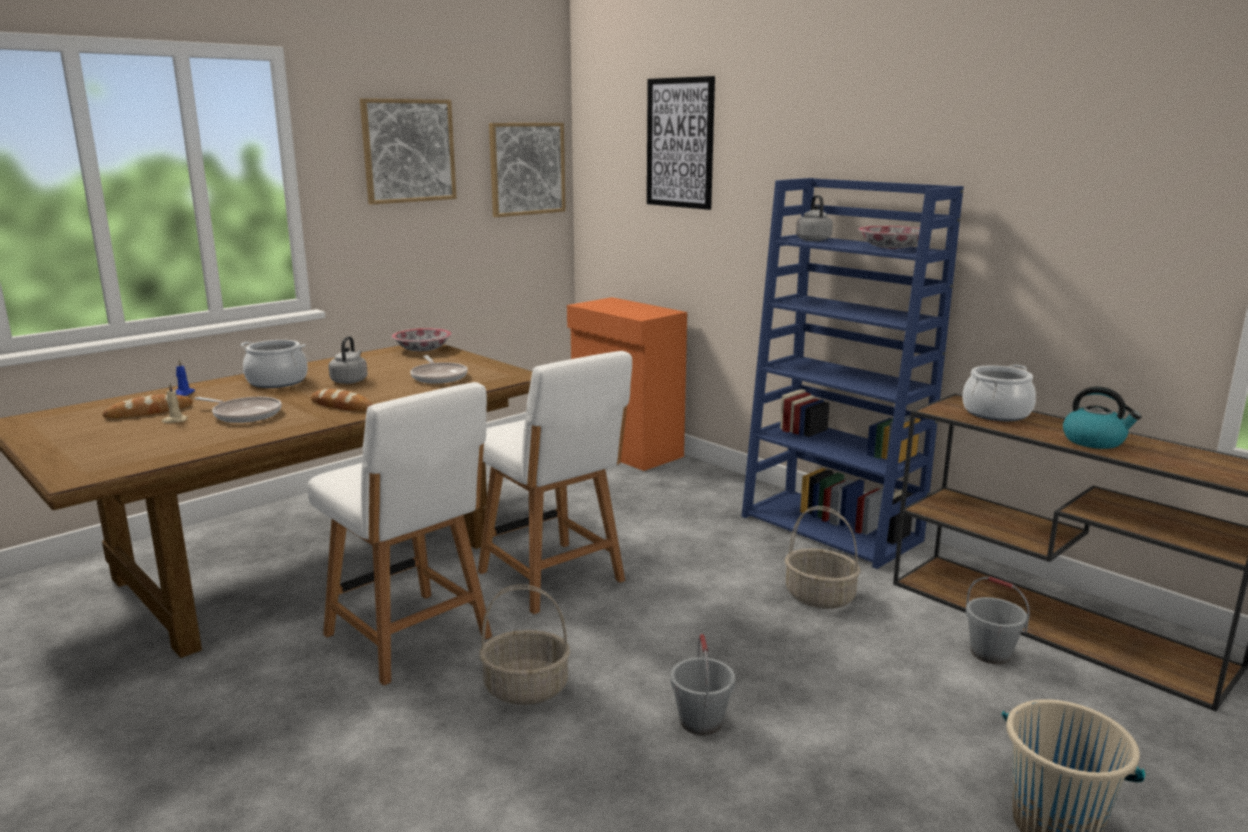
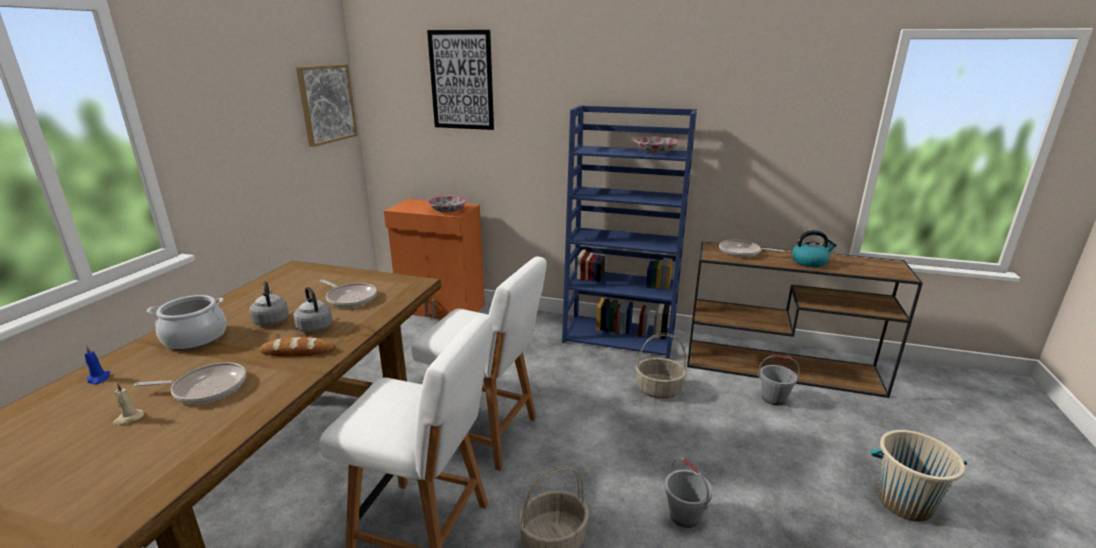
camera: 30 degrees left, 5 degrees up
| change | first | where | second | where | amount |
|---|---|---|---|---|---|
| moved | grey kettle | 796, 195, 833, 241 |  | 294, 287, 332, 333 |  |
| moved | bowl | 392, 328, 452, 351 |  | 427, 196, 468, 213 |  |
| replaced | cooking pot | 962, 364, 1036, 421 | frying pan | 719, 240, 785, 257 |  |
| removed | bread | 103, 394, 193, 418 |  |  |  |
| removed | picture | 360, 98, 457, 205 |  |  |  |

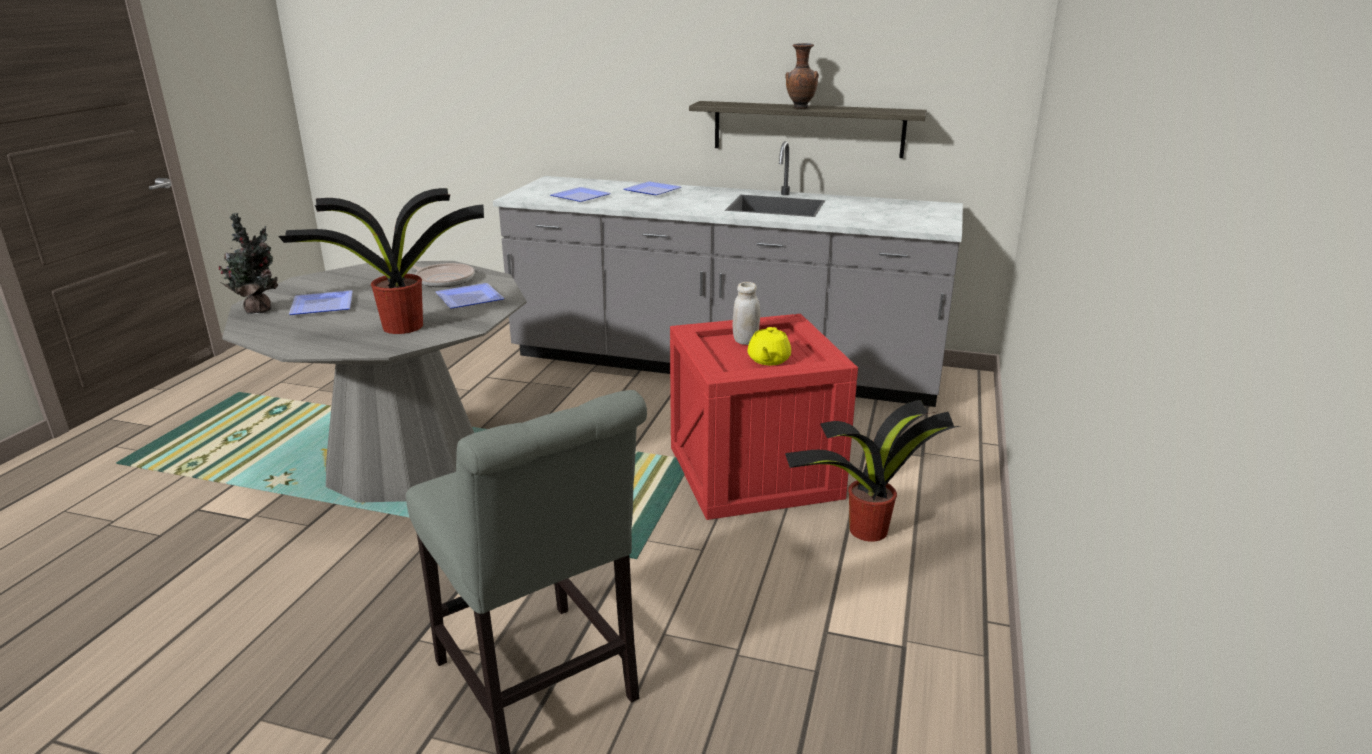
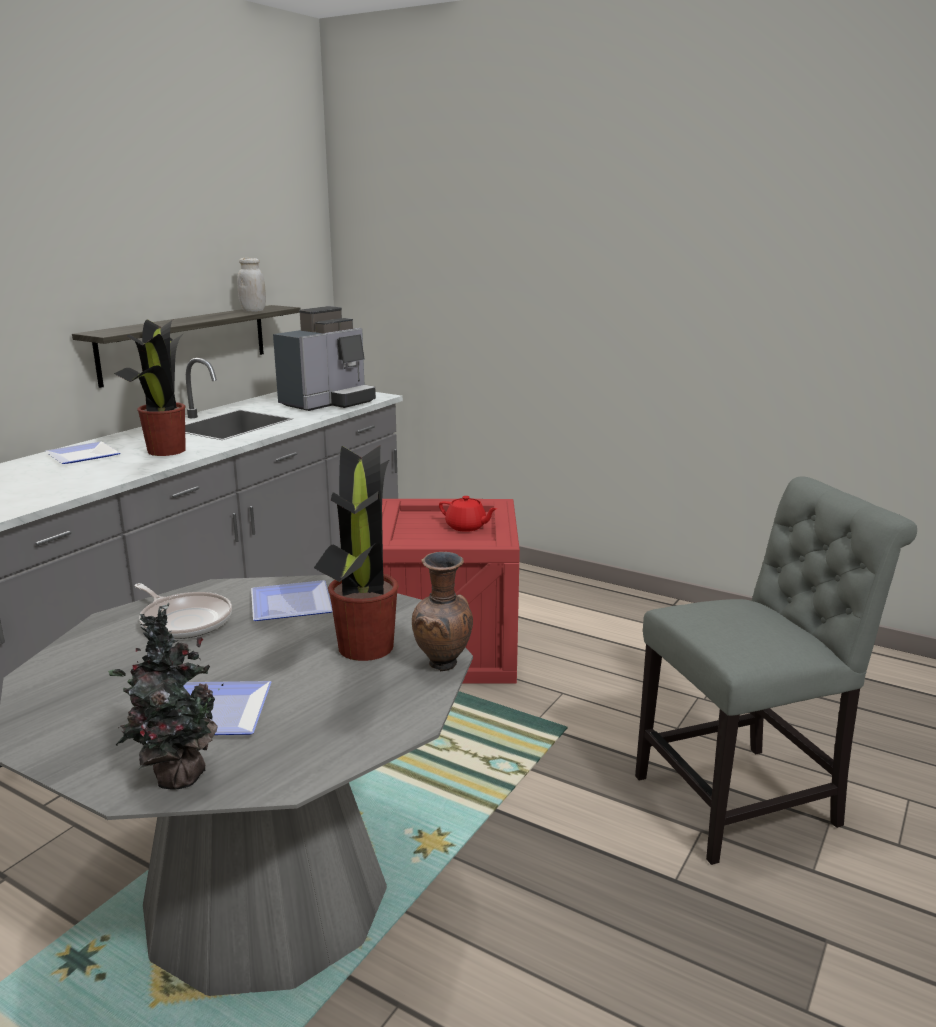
camera: 75 degrees left, 5 degrees down
| change | first | where | second | where | amount |
|---|---|---|---|---|---|
| moved | potted plant | 785, 400, 960, 542 |  | 114, 319, 186, 456 |  |
| turned | frying pan | 412, 263, 474, 287 |  | 134, 583, 232, 639 | 90 degrees clockwise |
| moved | white jar | 733, 282, 760, 345 |  | 237, 258, 266, 312 |  |
| added |  |  | coffee machine | 273, 306, 376, 411 |  |
| moved | brown vase | 785, 43, 819, 109 |  | 412, 552, 473, 671 |  |
| recoloured | yellow teapot | 748, 327, 791, 365 | red teapot | 439, 496, 497, 532 |  |
| removed | plate | 551, 187, 611, 202 |  |  |  |

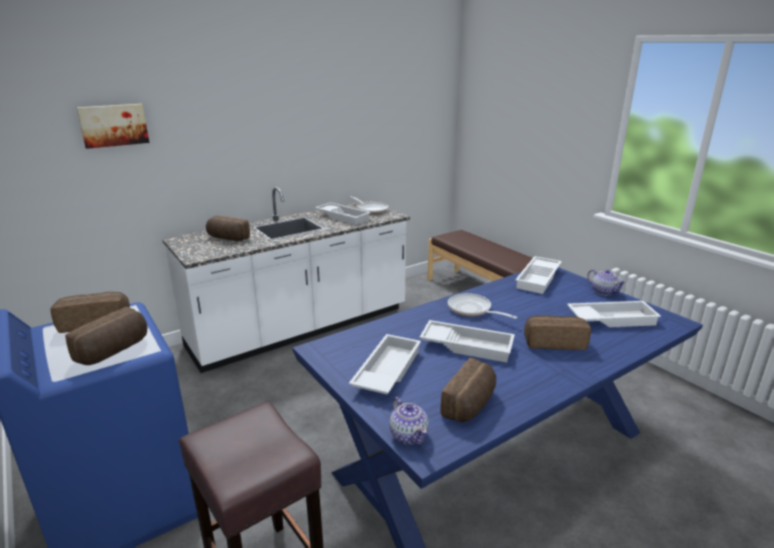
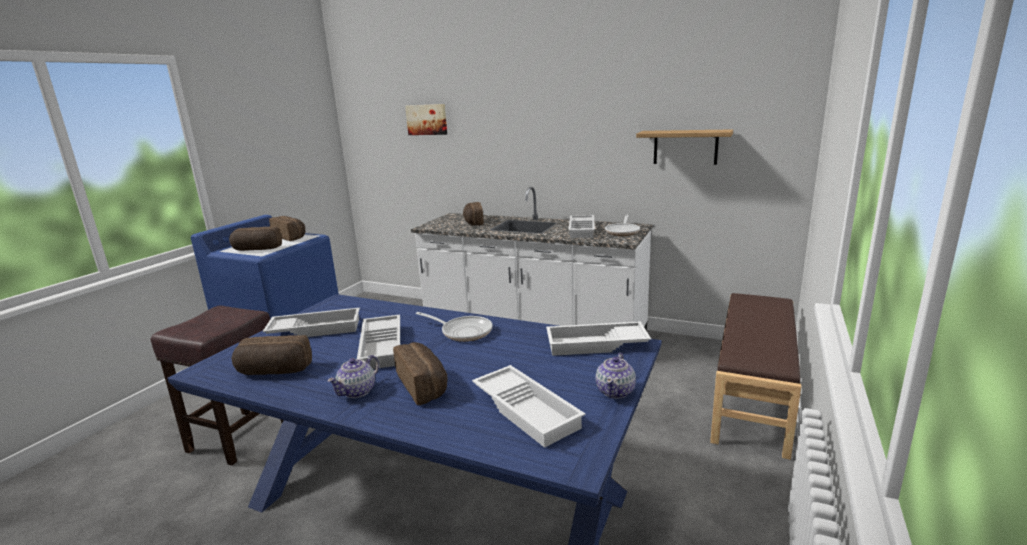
camera: 60 degrees right, 5 degrees down
| change | first | where | second | where | amount |
|---|---|---|---|---|---|
| moved | teapot | 389, 397, 429, 445 |  | 327, 355, 379, 398 |  |
| turned | frying pan | 448, 293, 518, 319 |  | 416, 312, 493, 342 | 105 degrees clockwise |
| added |  |  | shelf | 636, 129, 733, 165 |  |

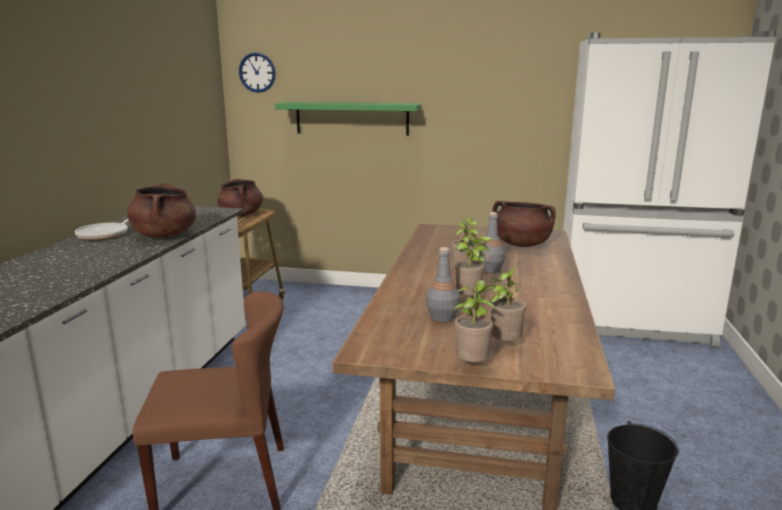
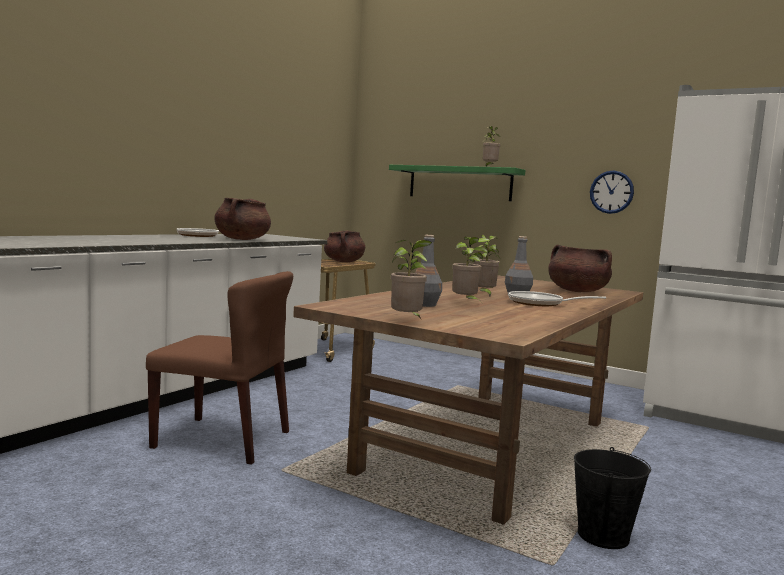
camera: 20 degrees right, 10 degrees down
| change | first | where | second | where | amount |
|---|---|---|---|---|---|
| moved | potted plant | 490, 266, 526, 341 |  | 483, 126, 500, 167 |  |
| added |  |  | frying pan | 508, 291, 606, 306 |  |
| moved | wall clock | 239, 52, 276, 93 |  | 590, 170, 634, 214 |  |

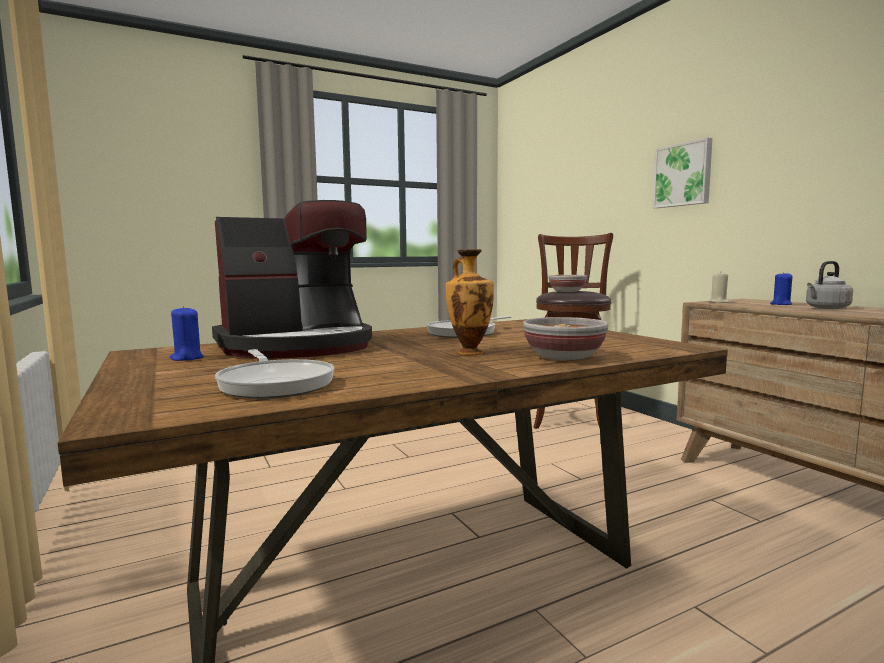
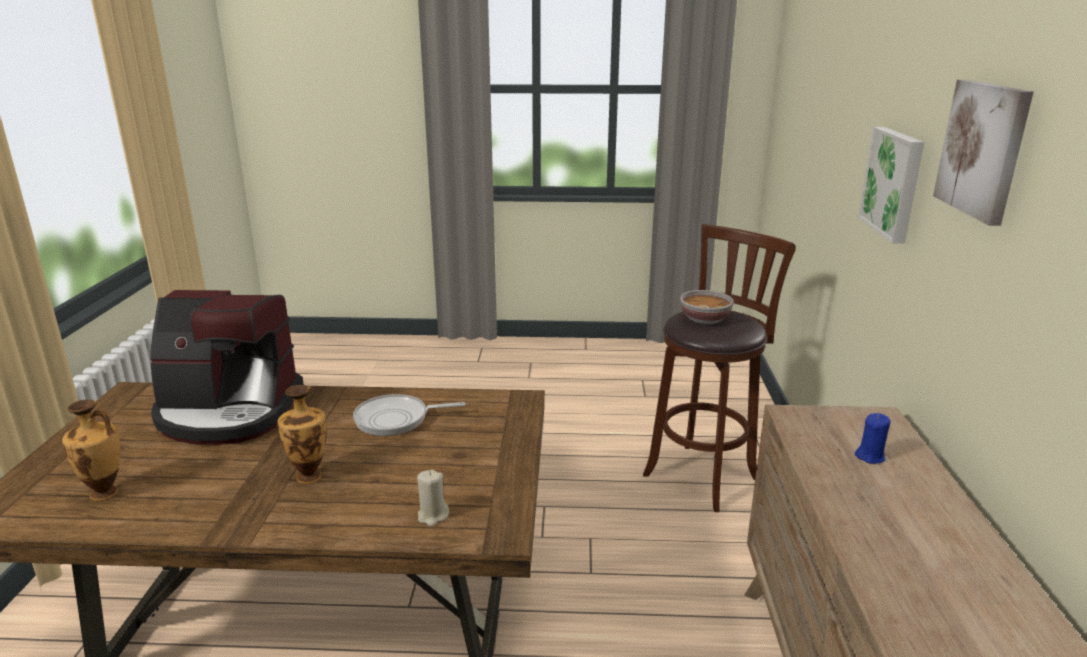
camera: 30 degrees right, 15 degrees up
| change | first | where | second | where | amount |
|---|---|---|---|---|---|
| replaced | frying pan | 215, 349, 334, 399 | vase | 62, 399, 120, 501 |  |
| moved | beige candle | 709, 272, 729, 303 |  | 417, 470, 449, 526 |  |
| added |  |  | picture | 933, 80, 1034, 226 |  |
| removed | blue candle | 170, 306, 204, 361 |  |  |  |
| removed | bowl | 523, 317, 608, 360 |  |  |  |
| removed | grey kettle | 806, 261, 853, 309 |  |  |  |

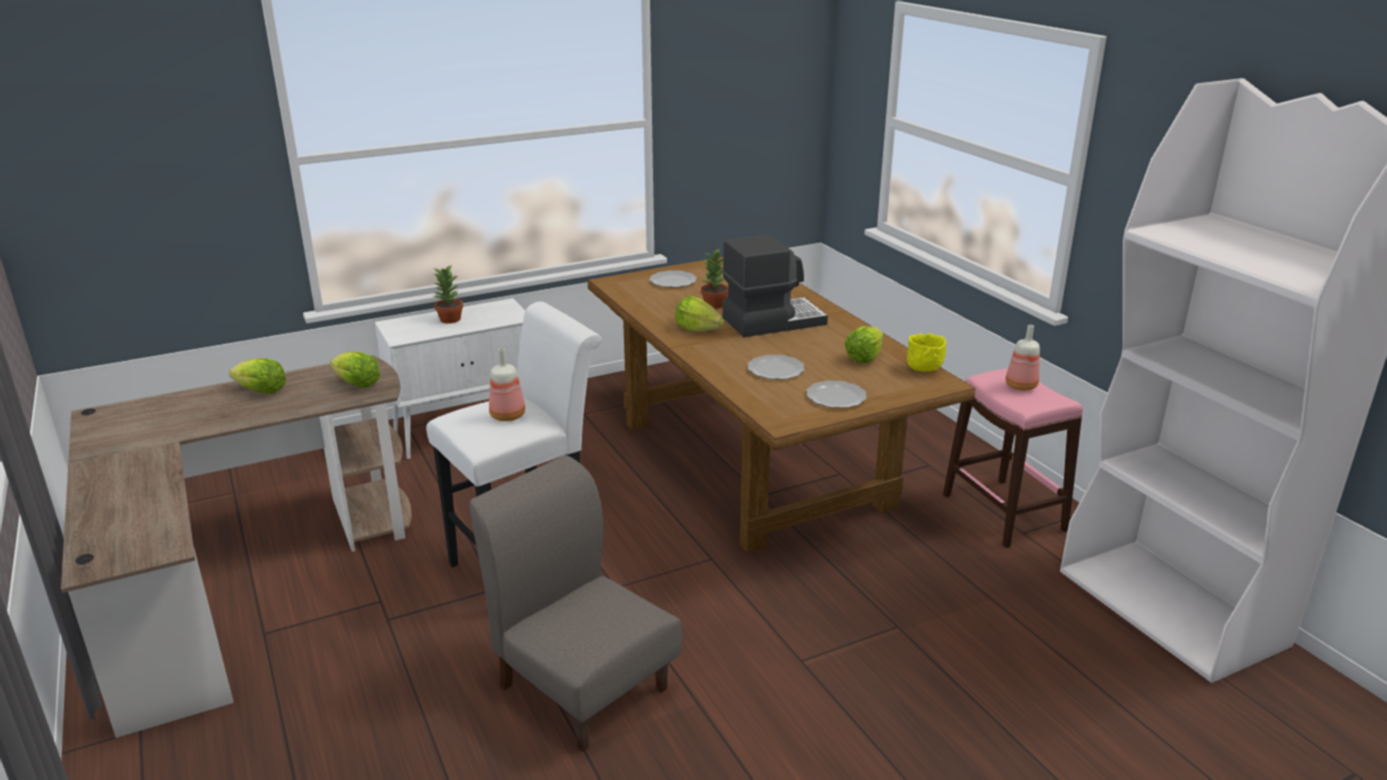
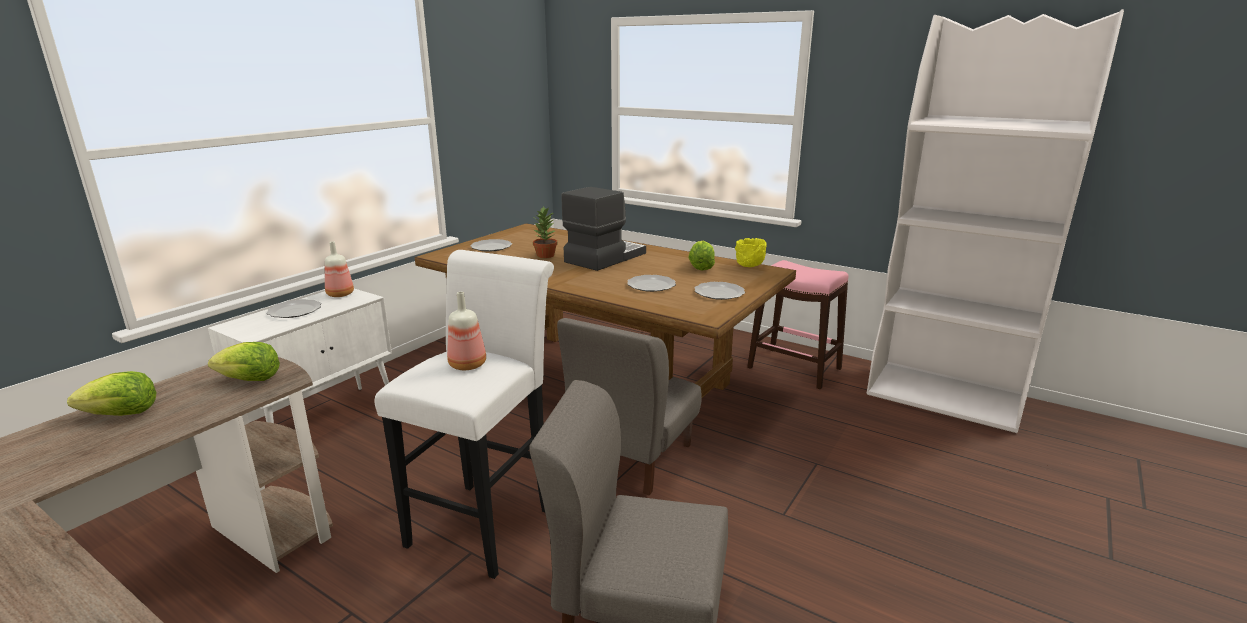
camera: 30 degrees left, 5 degrees down
| change | first | where | second | where | amount |
|---|---|---|---|---|---|
| replaced | potted plant | 434, 264, 463, 324 | plate | 267, 299, 321, 318 |  |
| moved | bottle | 1006, 325, 1040, 391 |  | 325, 242, 354, 297 |  |
| added |  |  | grey chair | 557, 318, 702, 496 |  |
| removed | lettuce | 675, 296, 724, 332 |  |  |  |

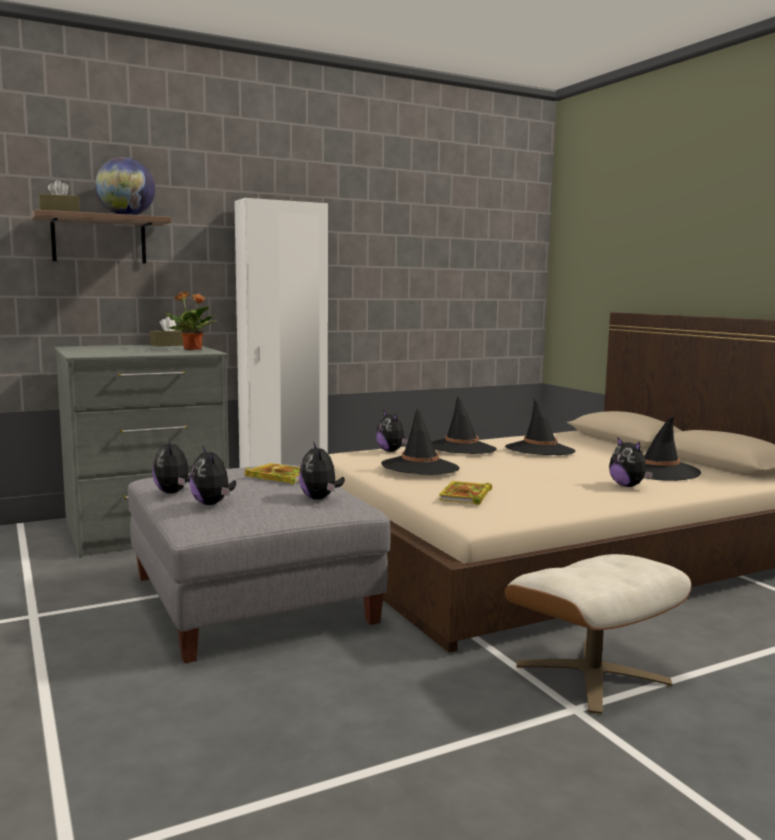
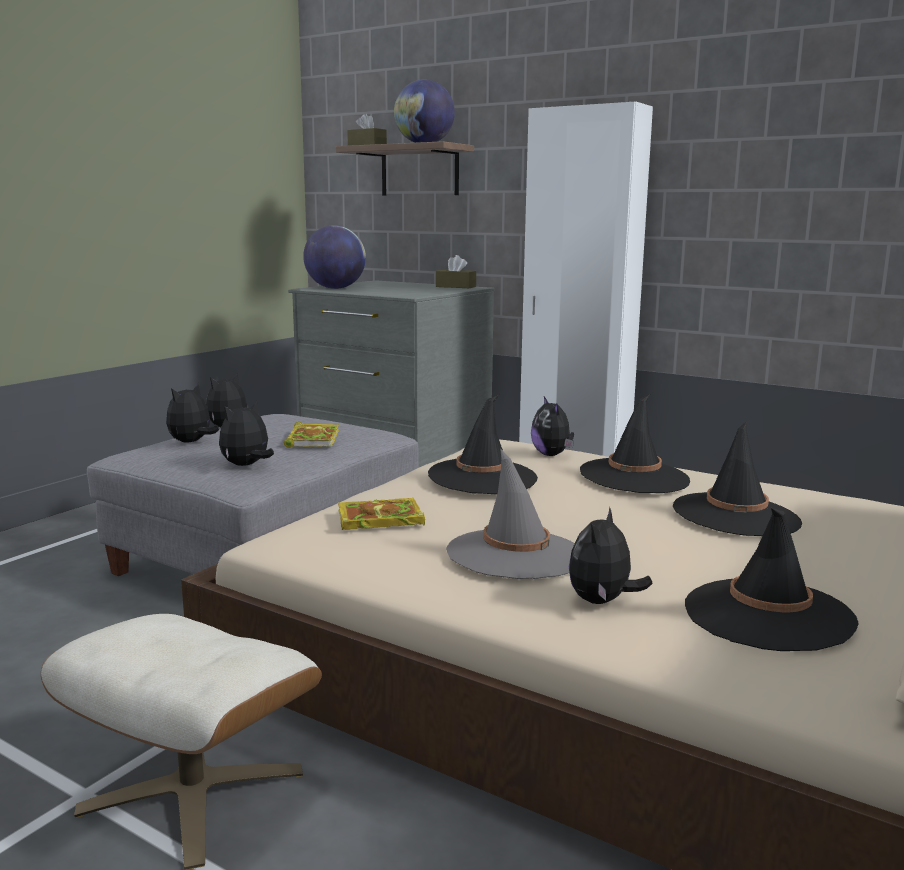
camera: 60 degrees right, 5 degrees up
| change | first | where | second | where | amount |
|---|---|---|---|---|---|
| added |  |  | globe | 303, 225, 366, 289 |  |
| added |  |  | grey hat | 446, 449, 575, 579 |  |
| turned | plush toy | 376, 410, 408, 452 |  | 531, 397, 574, 456 | 45 degrees counterclockwise |
| removed | potted plant | 166, 292, 216, 350 |  |  |  |

